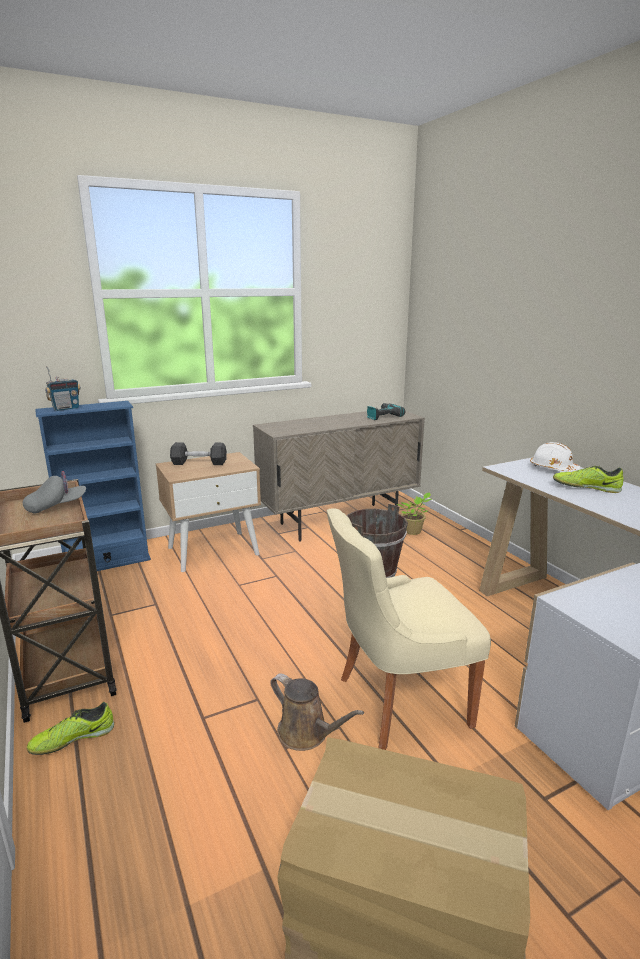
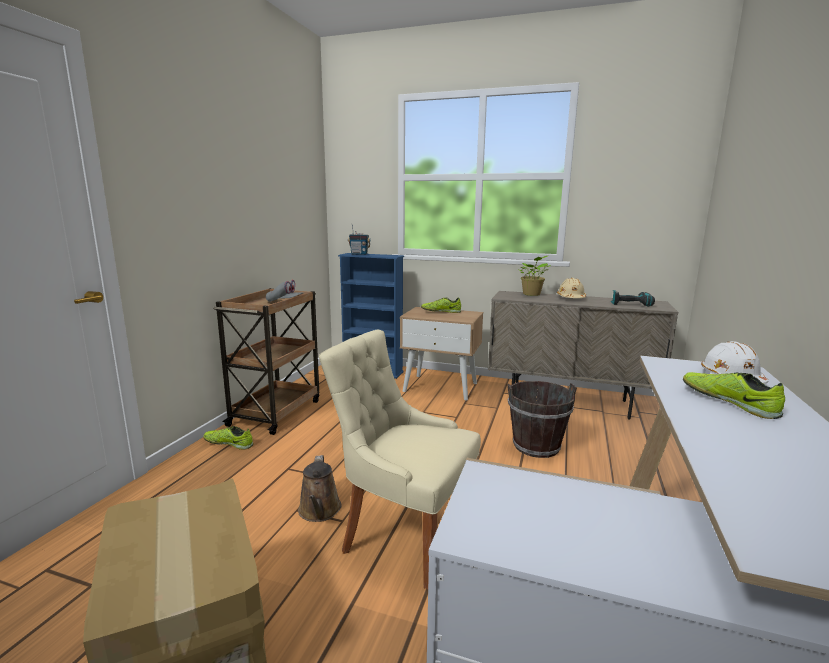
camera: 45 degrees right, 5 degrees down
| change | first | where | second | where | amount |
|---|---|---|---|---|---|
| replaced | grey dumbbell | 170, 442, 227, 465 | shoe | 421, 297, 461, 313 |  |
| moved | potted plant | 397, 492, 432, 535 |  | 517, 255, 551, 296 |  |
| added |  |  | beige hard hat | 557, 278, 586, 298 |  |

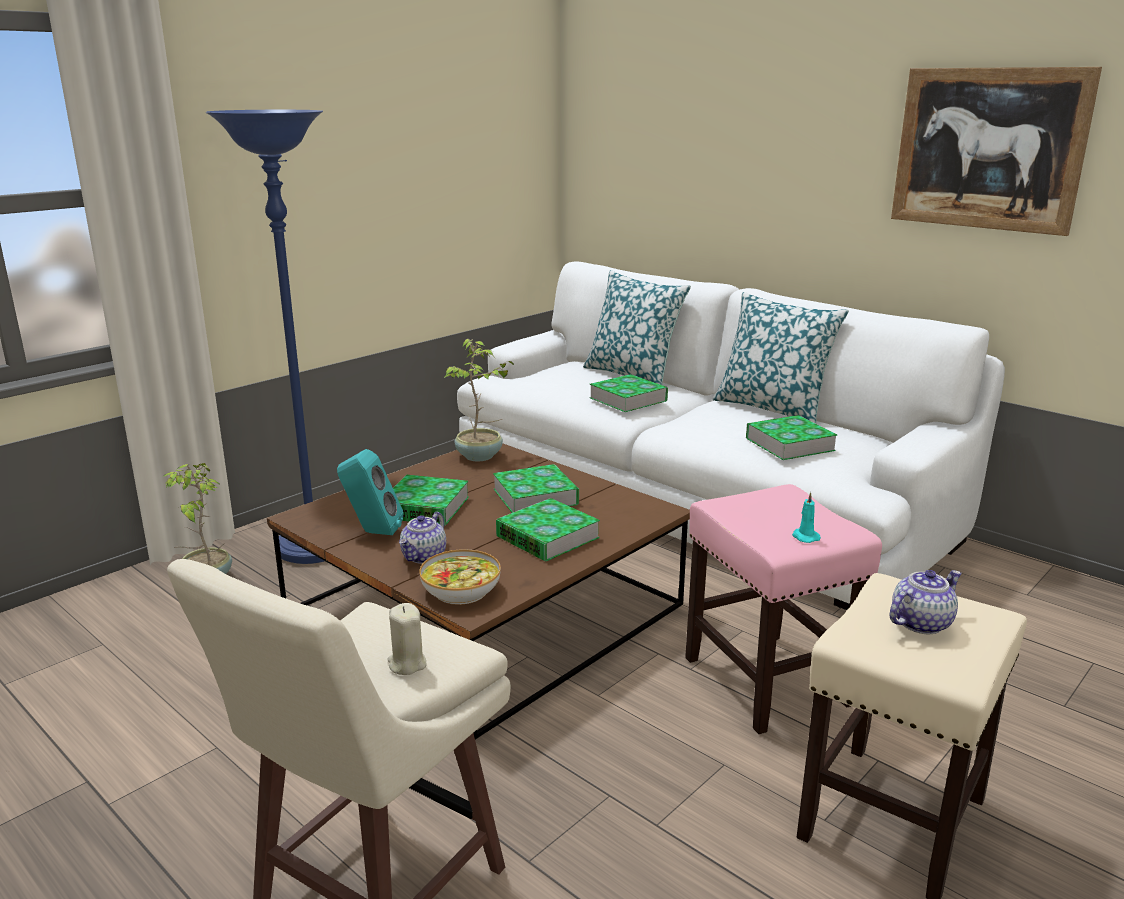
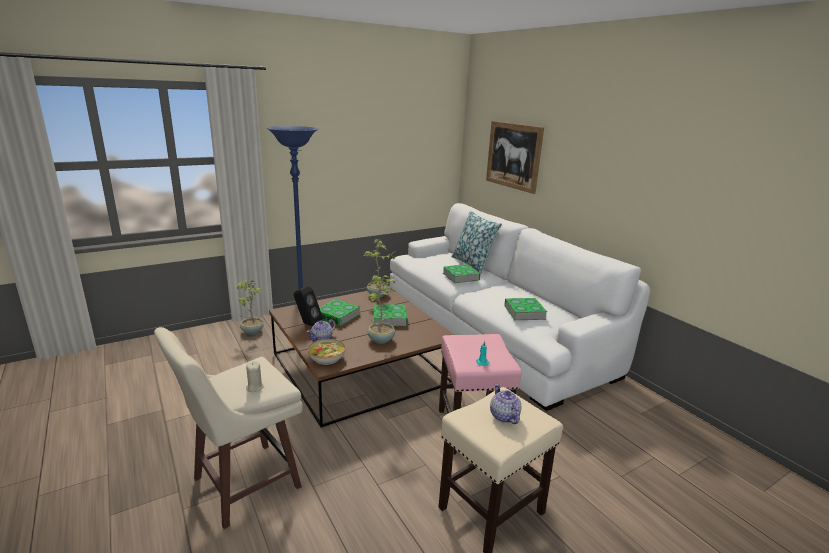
camera: 15 degrees right, 0 degrees up
| change | first | where | second | where | amount |
|---|---|---|---|---|---|
| recoloured | turquoise speaker | 337, 449, 404, 535 | black speaker | 294, 286, 323, 326 |  |
| replaced | book | 496, 498, 600, 561 | potted plant | 367, 275, 397, 344 |  |
| moved | picture | 891, 67, 1102, 236 |  | 486, 121, 544, 194 |  |
| turned | teapot | 890, 570, 962, 634 |  | 490, 384, 521, 424 | 90 degrees counterclockwise |
| removed | pillow | 713, 292, 849, 424 |  |  |  |

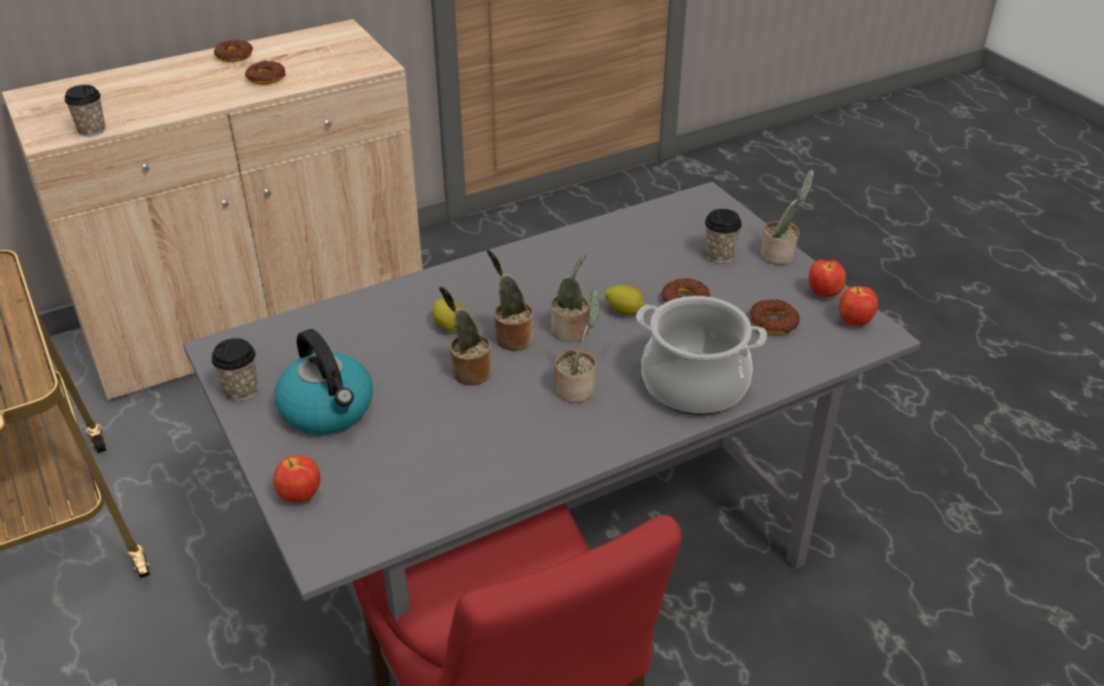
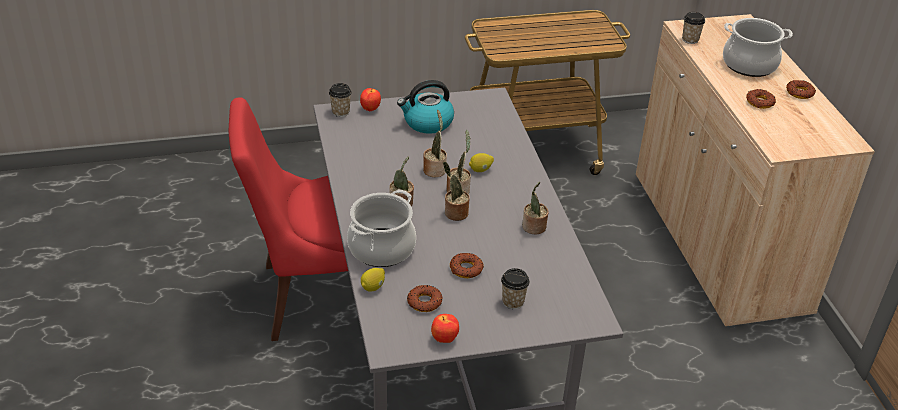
camera: 105 degrees right, 0 degrees up
| change | first | where | second | where | amount |
|---|---|---|---|---|---|
| moved | cup | 211, 338, 258, 401 |  | 329, 83, 352, 117 |  |
| moved | lemon | 605, 284, 644, 315 |  | 361, 268, 385, 291 |  |
| moved | potted plant | 761, 169, 814, 265 |  | 522, 182, 549, 234 |  |
| added |  |  | cooking pot | 723, 18, 793, 77 |  |
| removed | apple | 839, 286, 878, 326 |  |  |  |

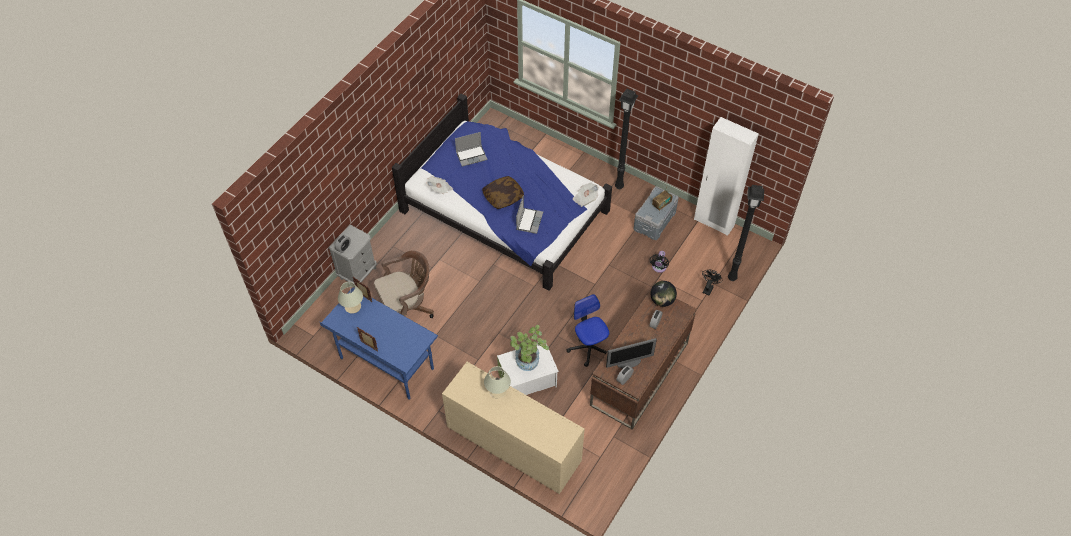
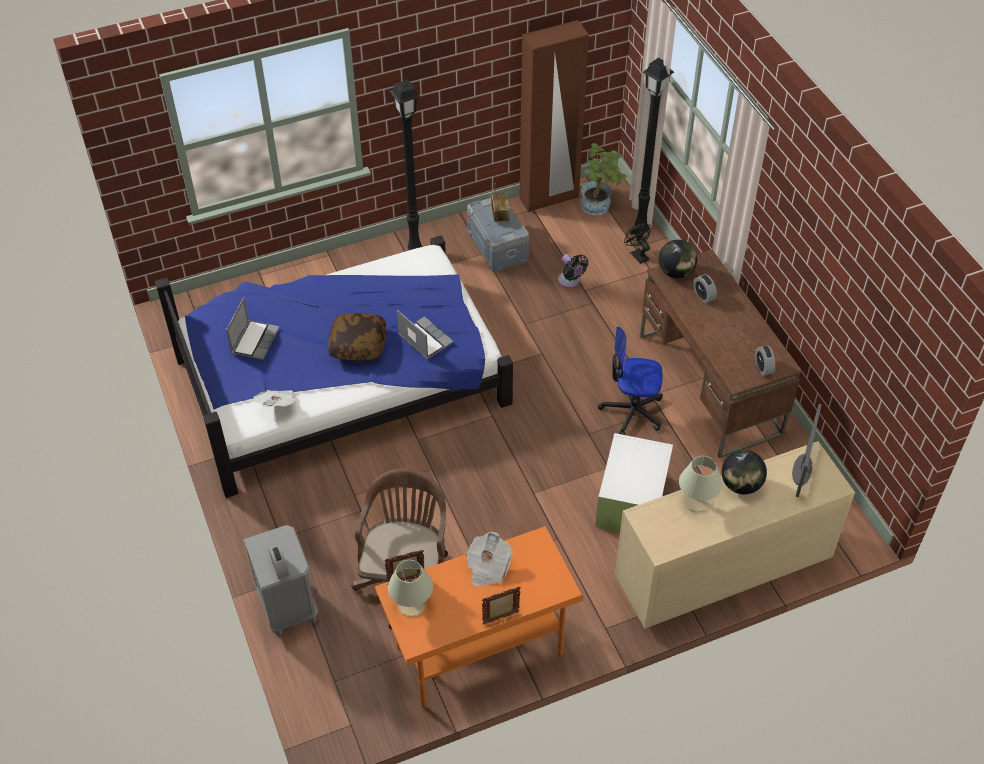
camera: 55 degrees left, 5 degrees down
| change | first | where | second | where | amount |
|---|---|---|---|---|---|
| recoloured | blue desk | 320, 287, 438, 400 | orange desk | 375, 526, 584, 708 |  |
| moved | newspaper | 573, 182, 599, 207 |  | 466, 532, 513, 586 |  |
| recoloured | white wardrobe | 694, 117, 759, 236 | brown wardrobe | 520, 20, 589, 212 |  |
| moved | potted plant | 510, 325, 549, 371 |  | 580, 143, 627, 215 |  |
| added |  |  | globe | 722, 450, 767, 494 |  |
| moved | monitor | 606, 338, 657, 369 |  | 792, 404, 822, 497 |  |

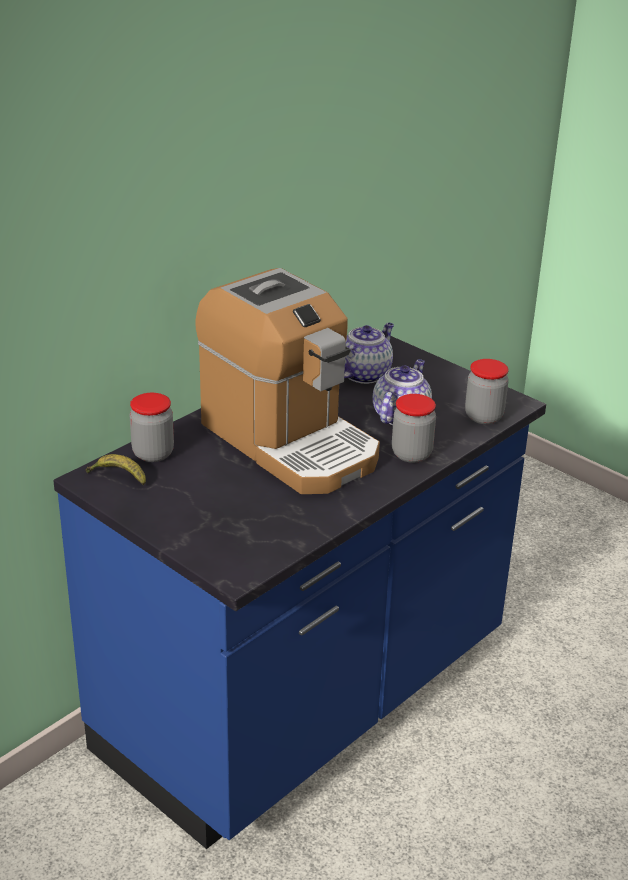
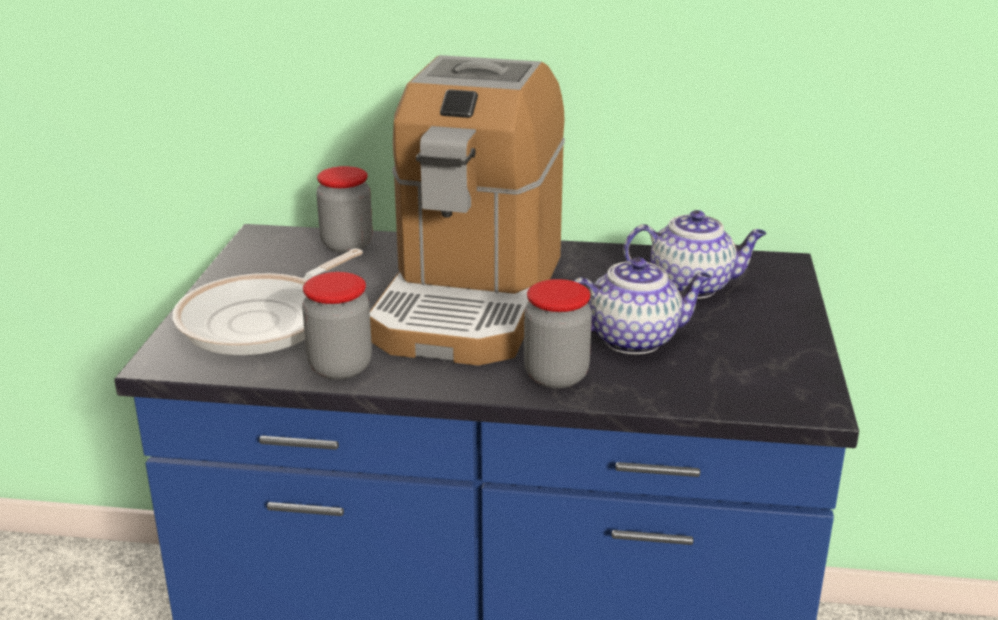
camera: 55 degrees right, 5 degrees down
| change | first | where | second | where | amount |
|---|---|---|---|---|---|
| added |  |  | frying pan | 173, 249, 363, 355 |  |
| moved | jar | 465, 359, 509, 424 |  | 302, 272, 372, 379 |  |
| removed | banana | 86, 454, 146, 485 |  |  |  |

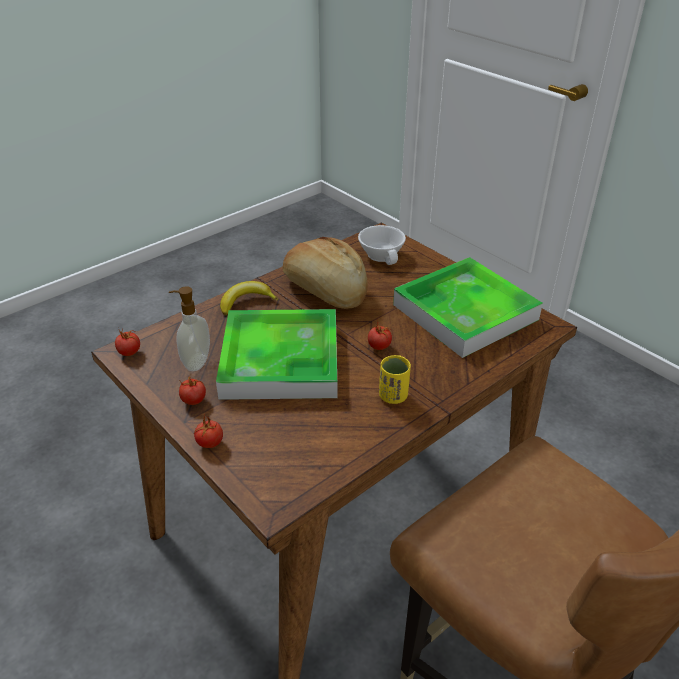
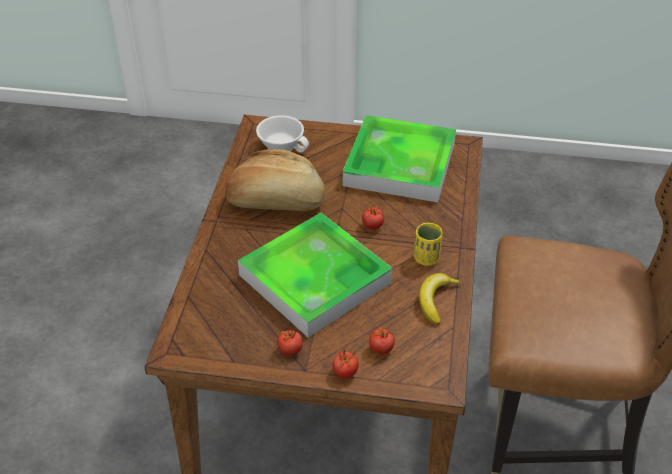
camera: 40 degrees left, 5 degrees up
| change | first | where | second | where | amount |
|---|---|---|---|---|---|
| moved | tomato | 115, 329, 140, 356 |  | 369, 326, 395, 355 |  |
| moved | banana | 220, 281, 278, 315 |  | 419, 273, 462, 325 |  |
| removed | soap dispenser | 169, 286, 210, 371 |  |  |  |

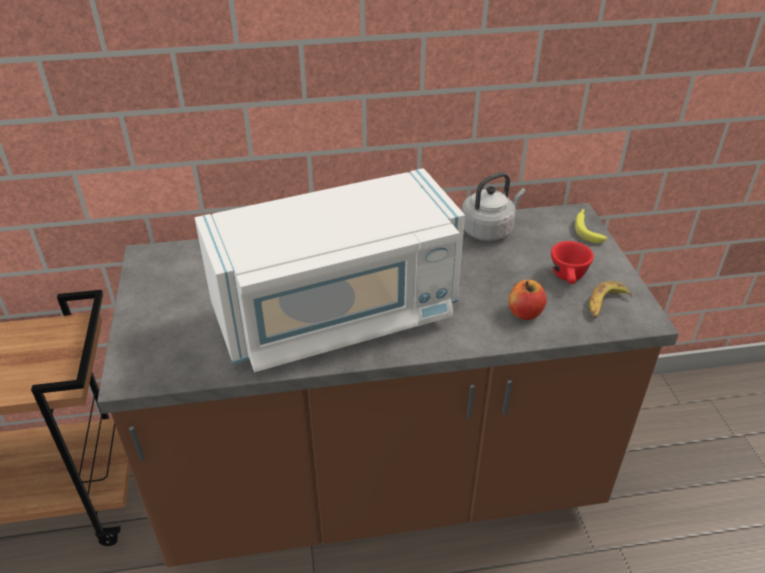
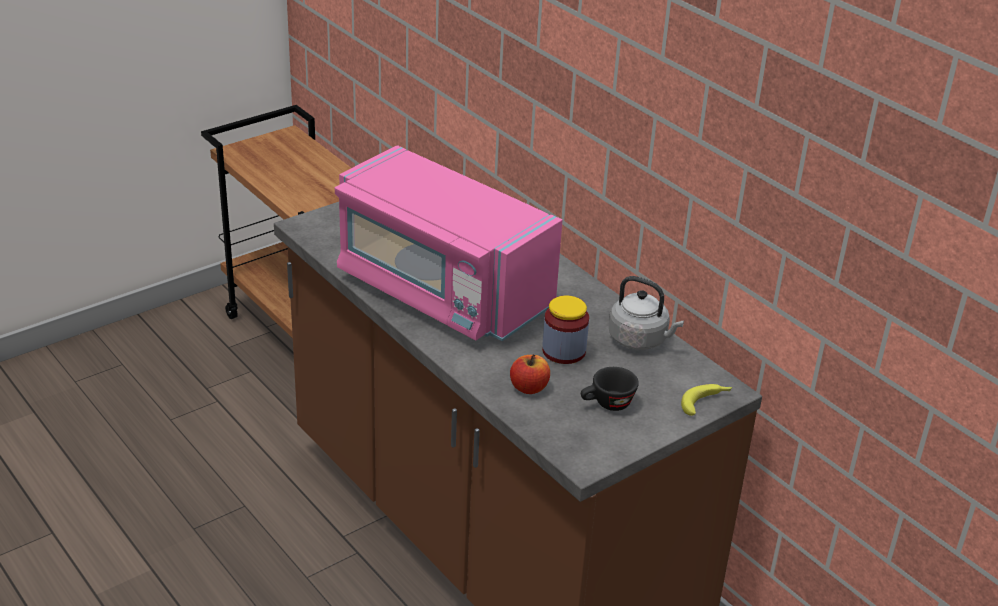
camera: 60 degrees right, 5 degrees down
| change | first | where | second | where | amount |
|---|---|---|---|---|---|
| recoloured | white microwave | 195, 168, 465, 372 | pink microwave | 335, 145, 562, 341 |  |
| added |  |  | jar | 542, 296, 589, 364 |  |
| recoloured | red cup | 551, 241, 594, 284 | black cup | 581, 367, 639, 411 |  |
| removed | banana | 589, 281, 632, 318 |  |  |  |

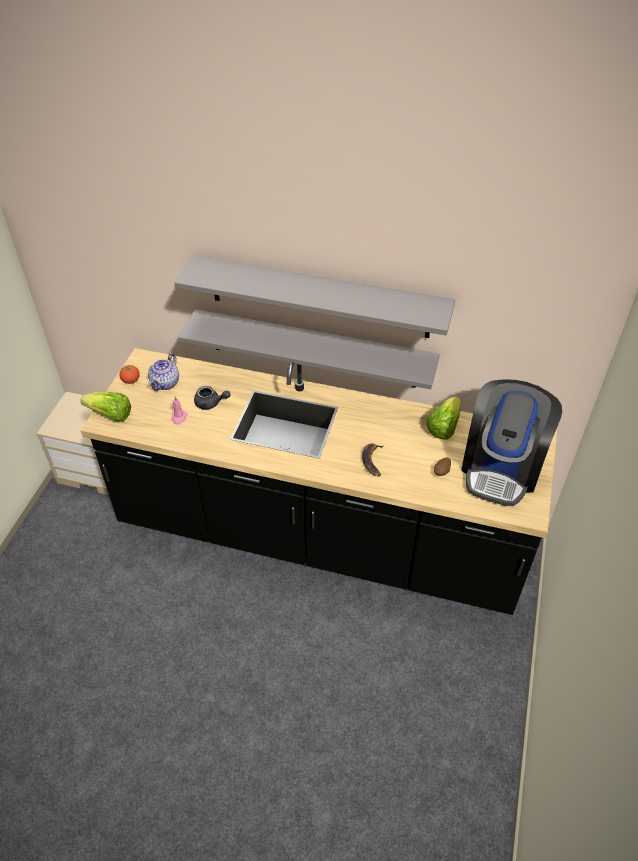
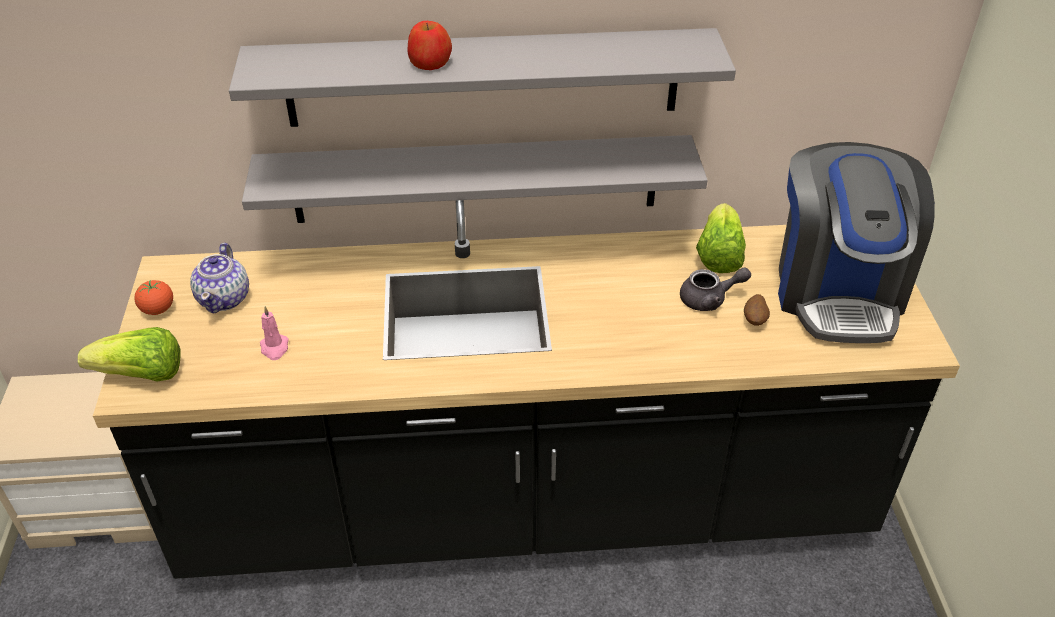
camera: 20 degrees left, 5 degrees down
| change | first | where | second | where | amount |
|---|---|---|---|---|---|
| added |  |  | apple | 408, 21, 452, 70 |  |
| moved | grey teapot | 194, 386, 231, 410 |  | 680, 267, 751, 311 |  |
| removed | banana | 362, 443, 384, 477 |  |  |  |

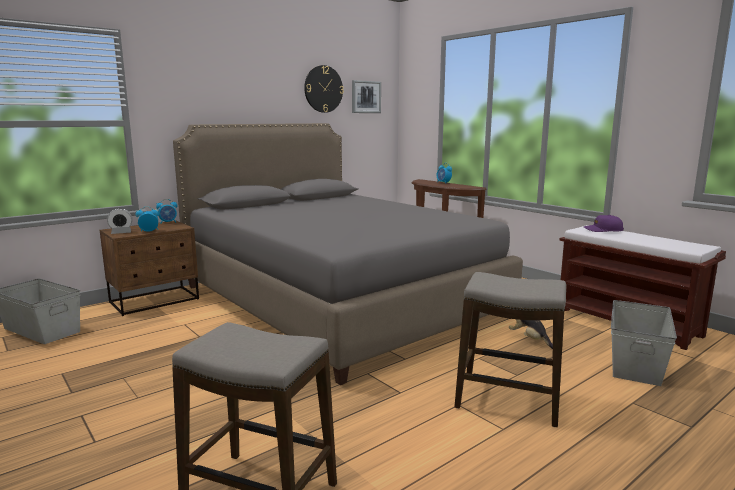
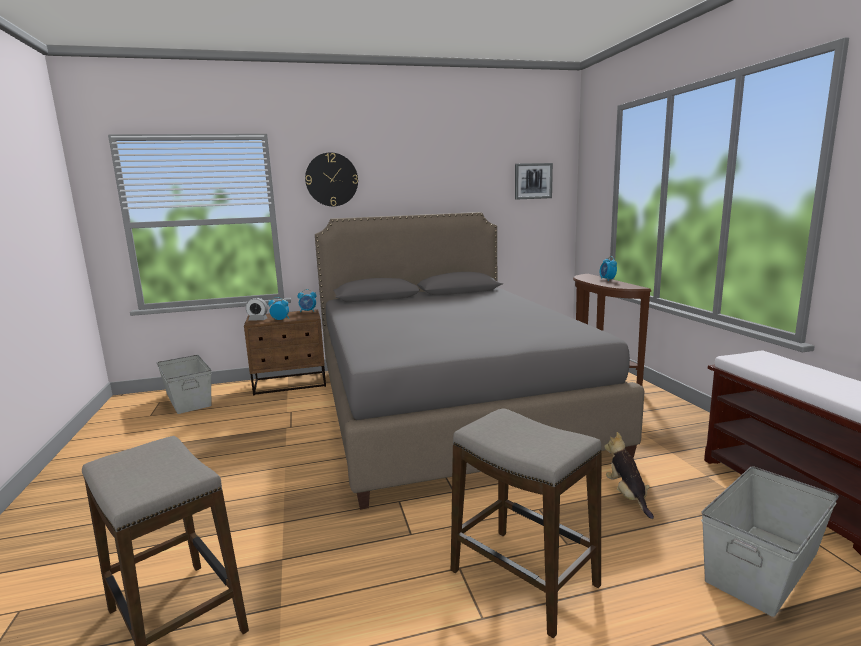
camera: 25 degrees right, 0 degrees up
| change | first | where | second | where | amount |
|---|---|---|---|---|---|
| moved | wall clock | 304, 65, 344, 113 |  | 305, 152, 358, 206 |  |
| removed | purple cap | 584, 215, 624, 232 |  |  |  |

